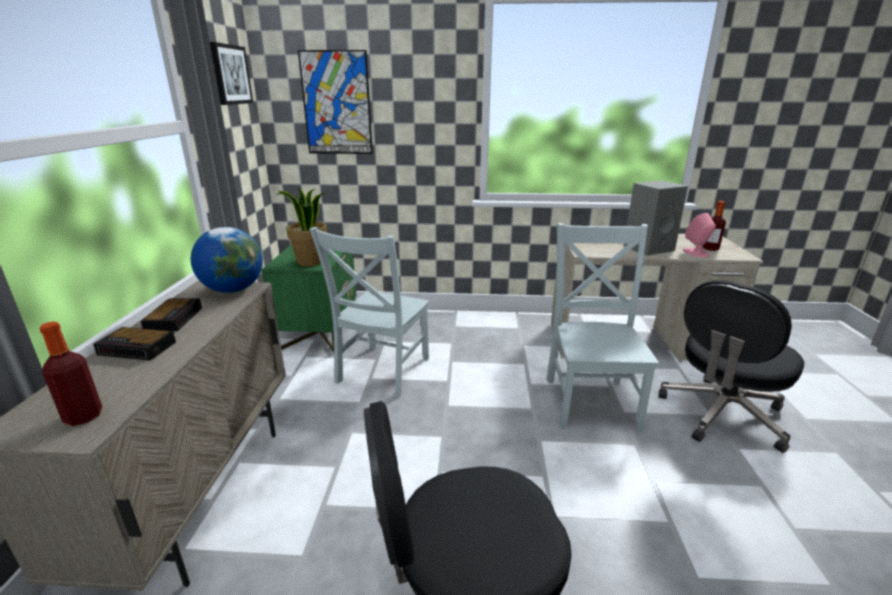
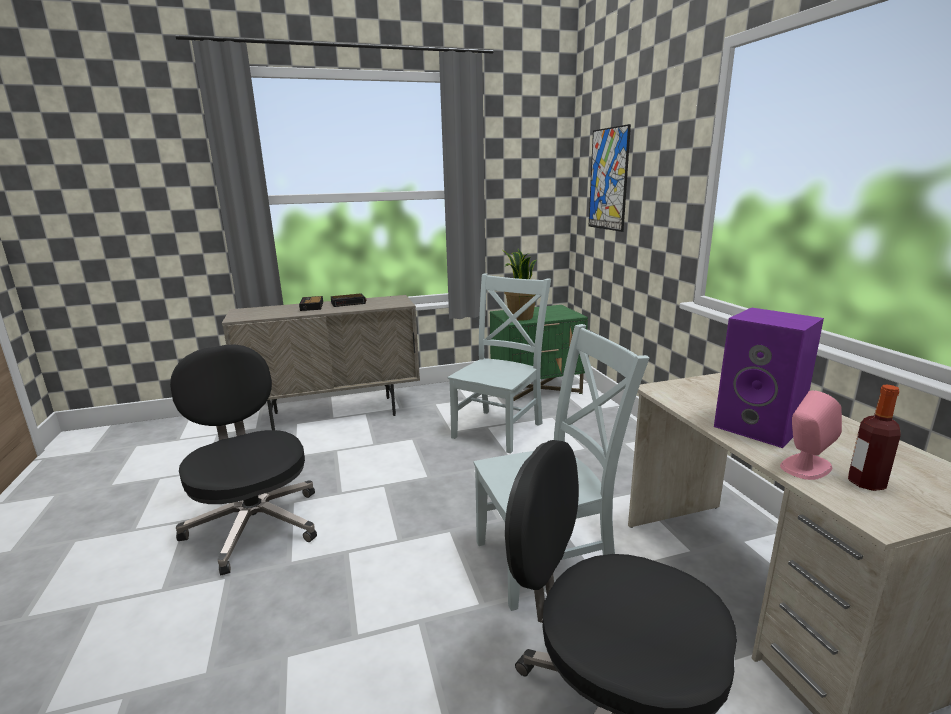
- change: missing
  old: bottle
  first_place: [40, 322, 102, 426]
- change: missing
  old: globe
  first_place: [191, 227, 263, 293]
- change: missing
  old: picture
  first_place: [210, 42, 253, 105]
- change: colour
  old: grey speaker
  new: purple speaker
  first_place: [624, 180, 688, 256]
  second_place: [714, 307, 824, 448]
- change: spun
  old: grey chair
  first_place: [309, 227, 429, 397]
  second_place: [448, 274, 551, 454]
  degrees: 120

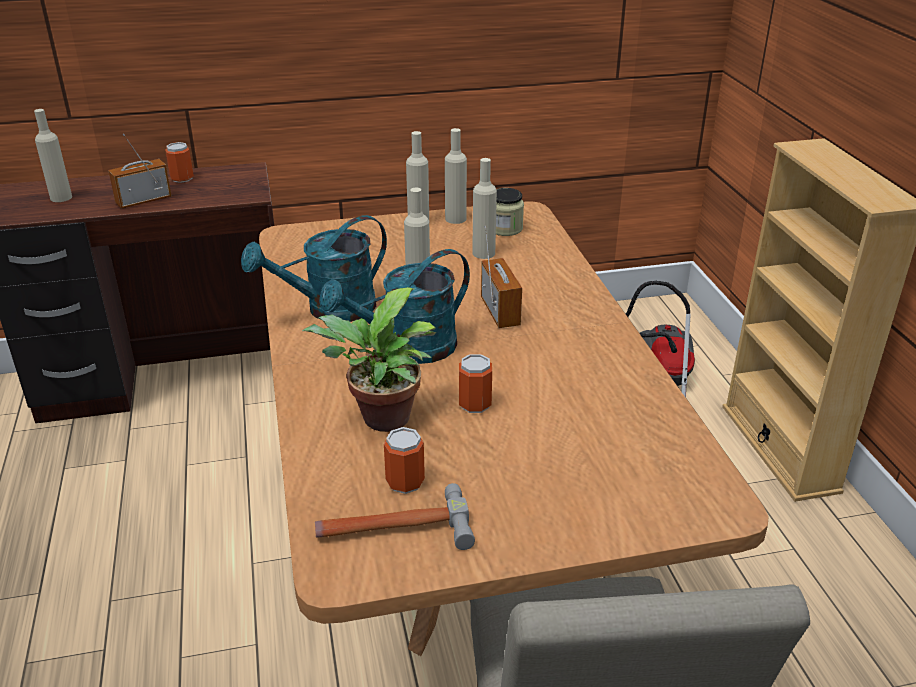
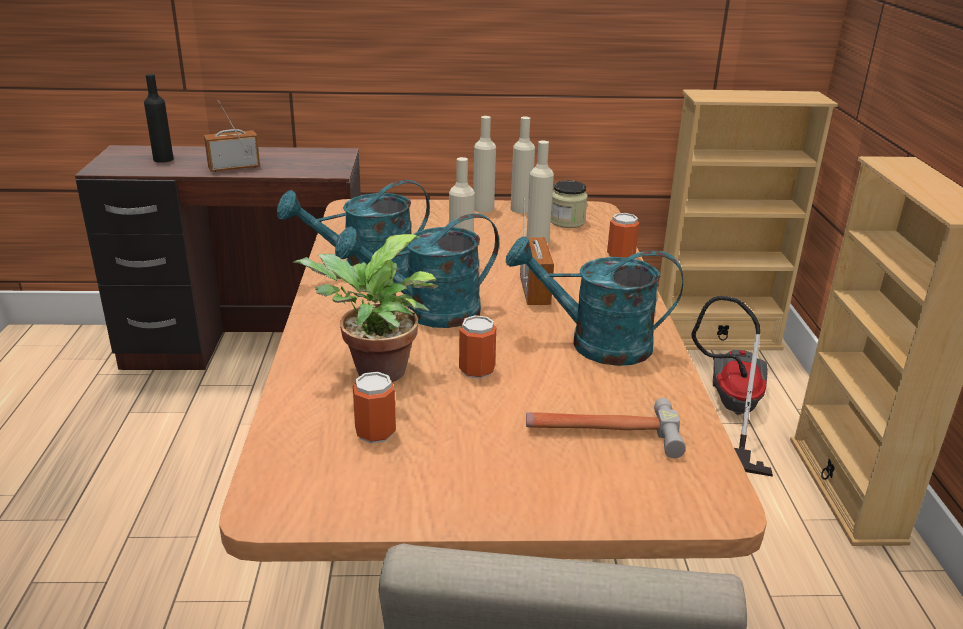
- change: appeared
  new: turquoise watering can
  second_place: [506, 236, 683, 366]
- change: appeared
  new: beige bookcase
  second_place: [658, 89, 838, 350]
- change: relocated
  old: can
  first_place: [165, 142, 194, 183]
  second_place: [607, 213, 639, 258]
- change: relocated
  old: hammer
  first_place: [315, 483, 475, 550]
  second_place: [526, 398, 686, 458]
- change: colour
  old: beige bottle
  new: black bottle
  first_place: [34, 109, 72, 202]
  second_place: [144, 74, 174, 163]

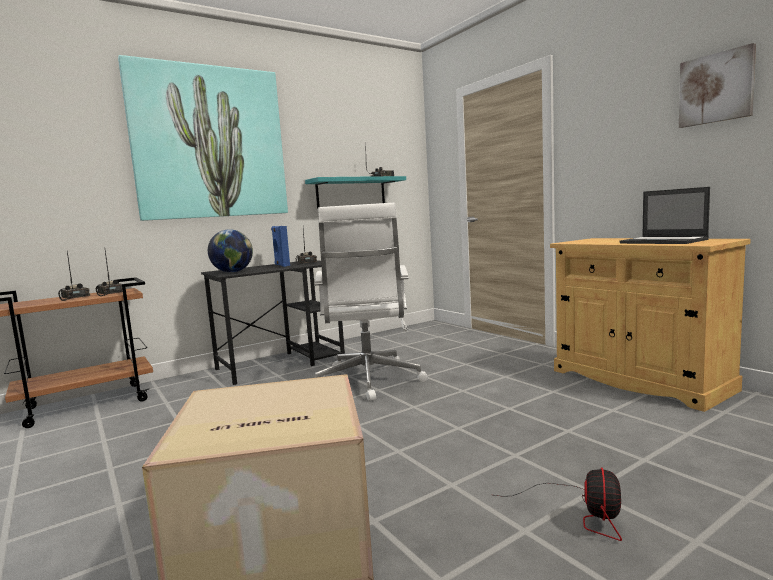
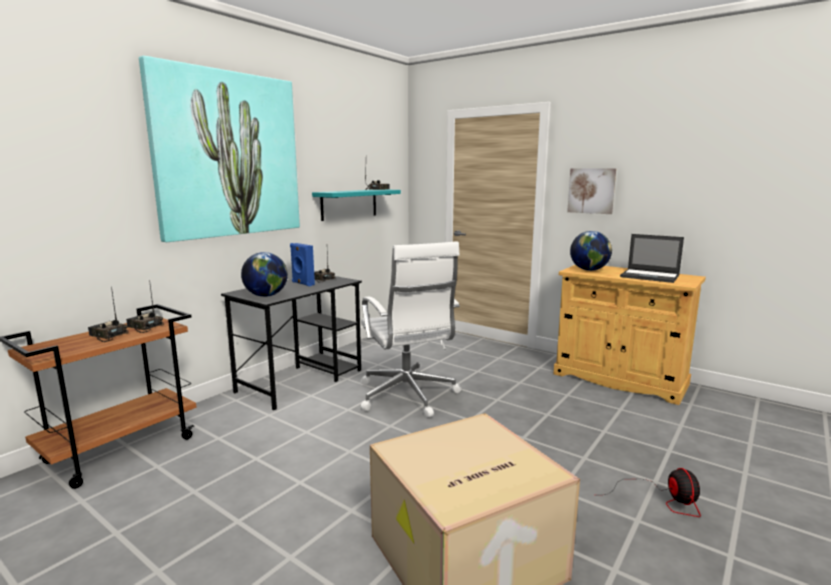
- change: appeared
  new: globe
  second_place: [570, 231, 612, 271]
- change: relocated
  old: picture
  first_place: [679, 43, 756, 128]
  second_place: [567, 168, 616, 214]

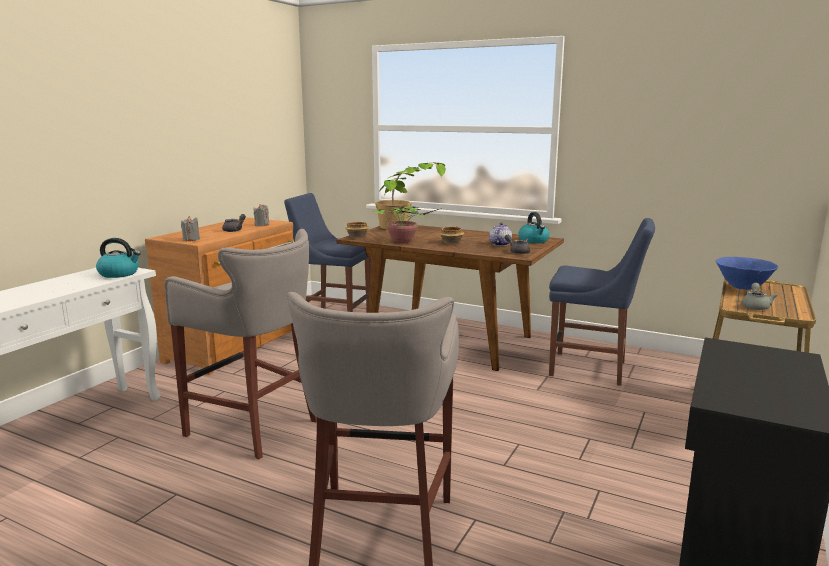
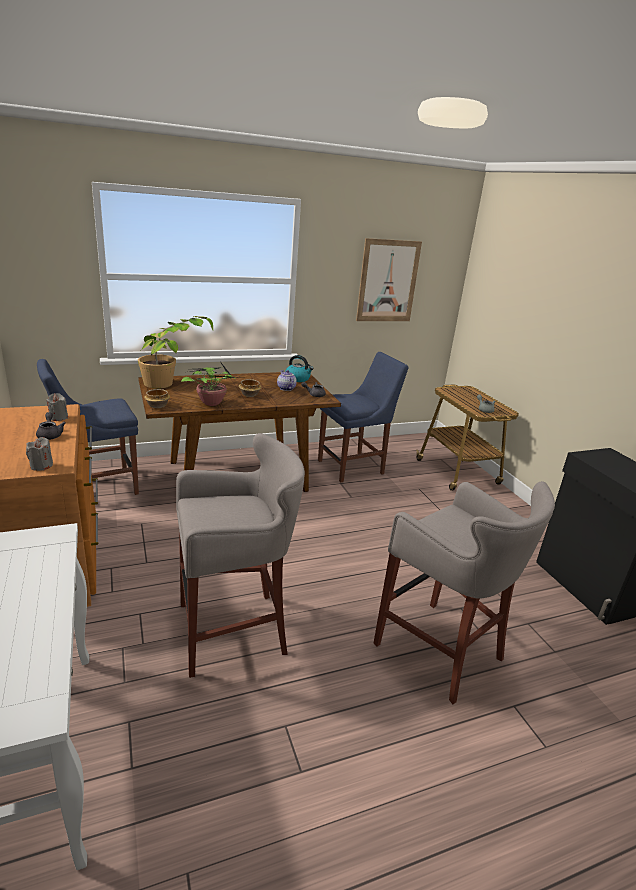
- change: missing
  old: kettle
  first_place: [96, 238, 141, 278]
- change: missing
  old: blue bowl
  first_place: [716, 257, 779, 290]
- change: appeared
  new: picture
  second_place: [356, 238, 422, 321]

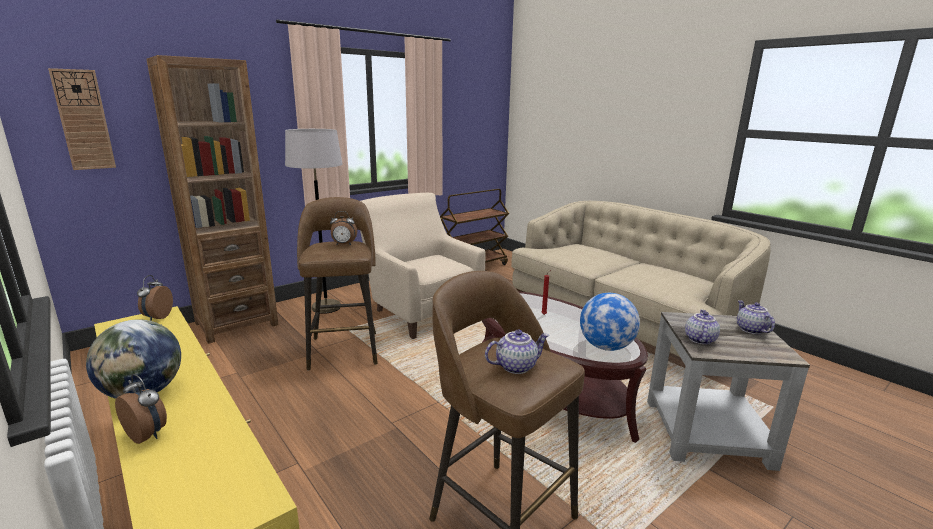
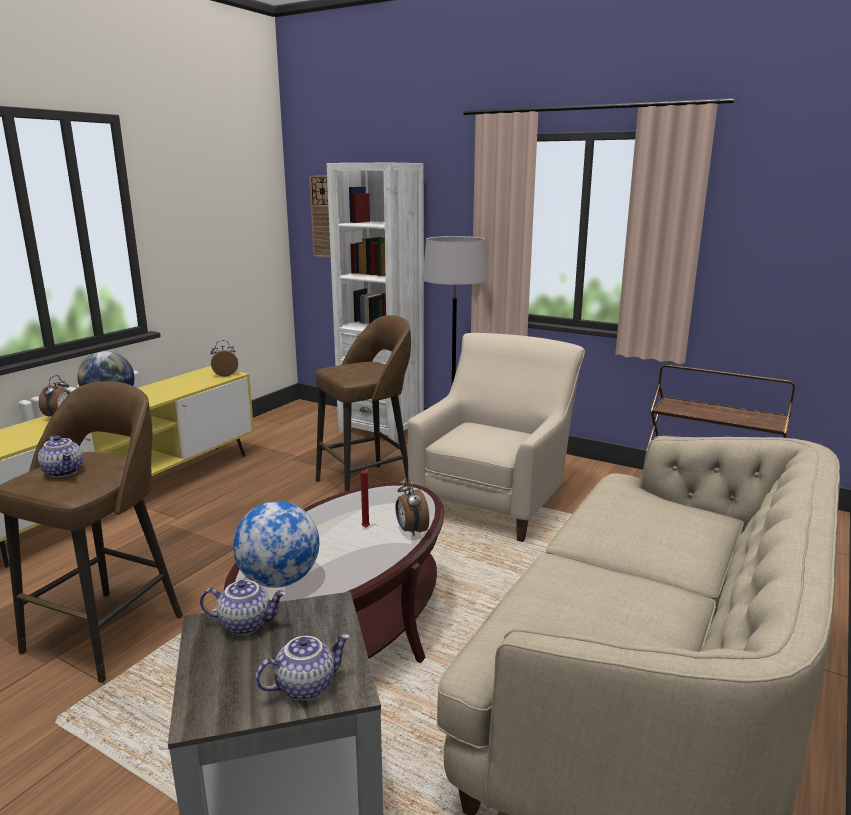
- change: relocated
  old: alarm clock
  first_place: [330, 211, 357, 245]
  second_place: [395, 478, 430, 536]
- change: colour
  old: brown bookcase
  new: white bookcase
  first_place: [146, 55, 279, 344]
  second_place: [327, 163, 424, 442]

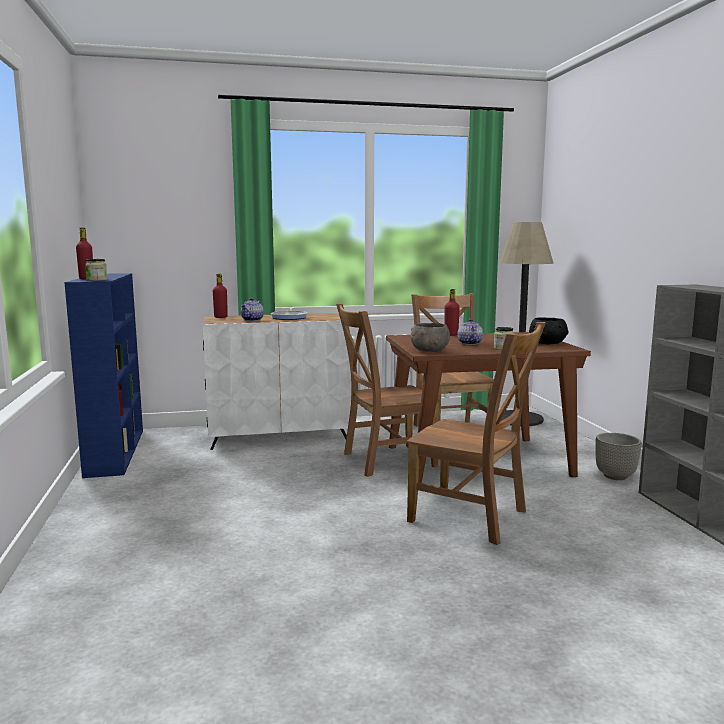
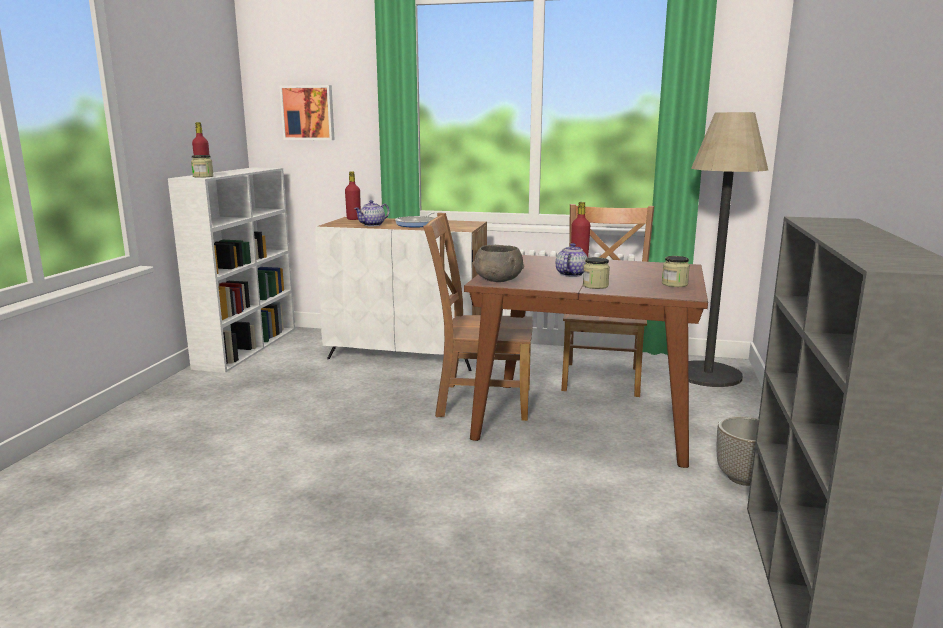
- change: missing
  old: brown chair
  first_place: [407, 322, 545, 545]
- change: appeared
  new: picture
  second_place: [279, 85, 335, 140]
- change: exchanged
  old: black bowl
  new: jar
  first_place: [529, 317, 569, 344]
  second_place: [662, 256, 690, 287]
- change: colour
  old: blue bookcase
  new: white bookcase
  first_place: [64, 273, 143, 478]
  second_place: [168, 168, 295, 373]

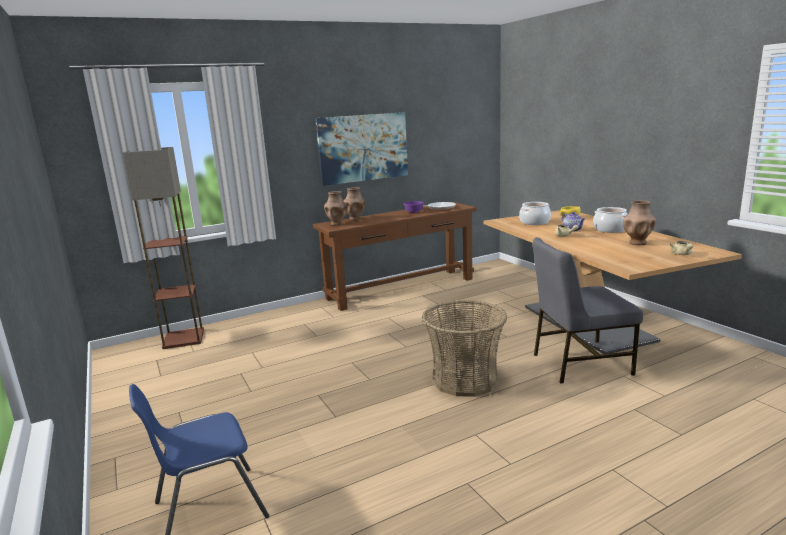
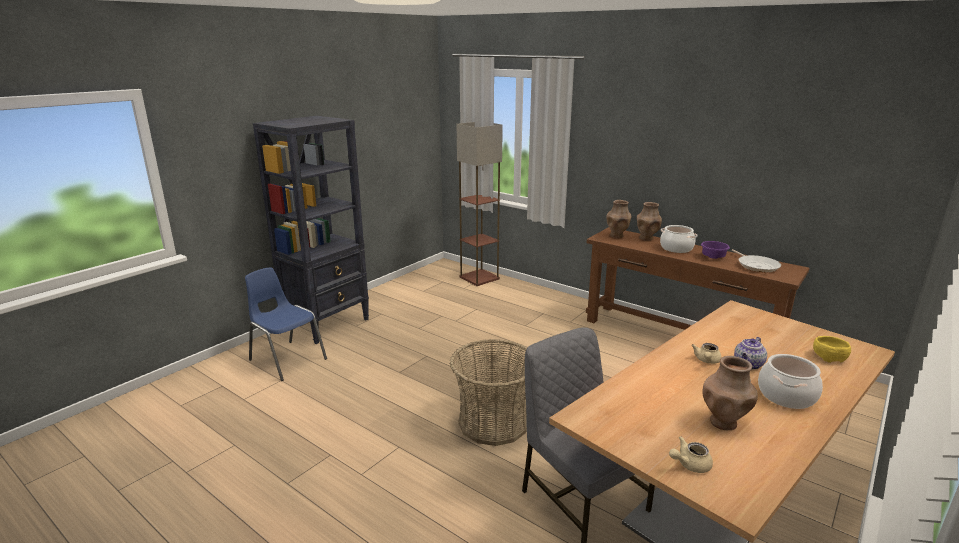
- change: missing
  old: picture
  first_place: [315, 112, 408, 186]
- change: appeared
  new: black bookcase
  second_place: [253, 116, 369, 344]
- change: relocated
  old: cooking pot
  first_place: [519, 202, 551, 225]
  second_place: [660, 225, 697, 253]

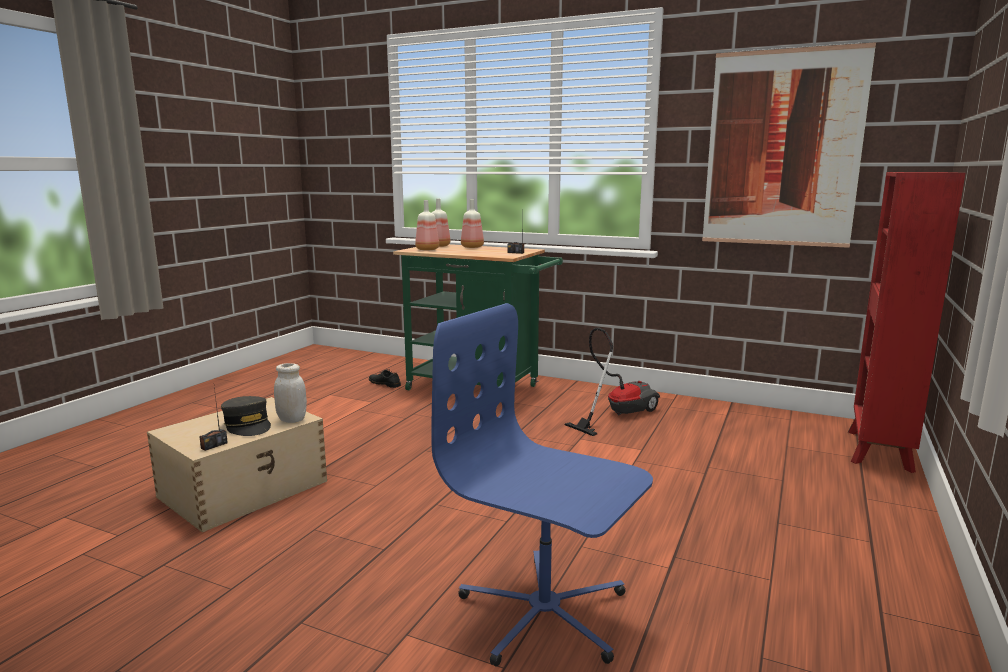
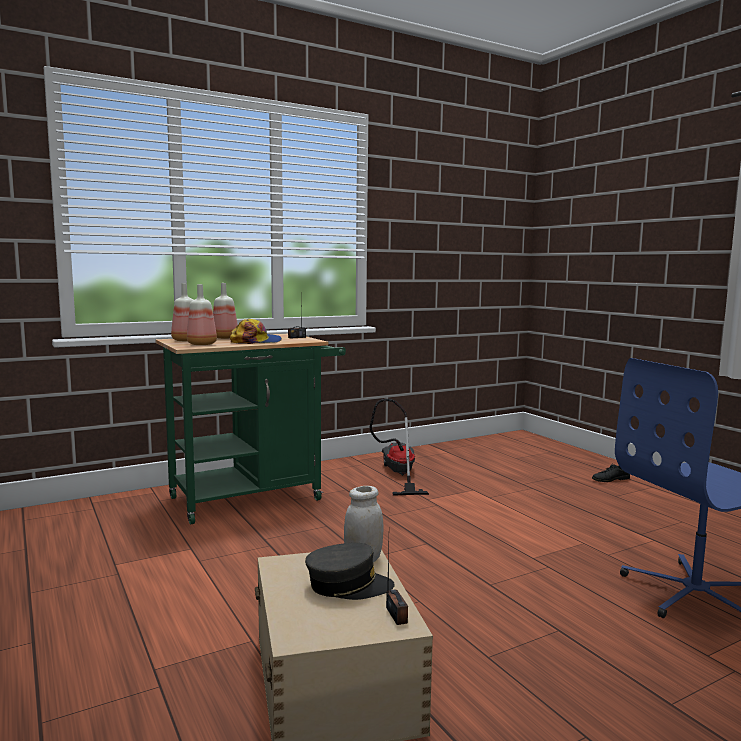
- change: missing
  old: picture
  first_place: [702, 42, 876, 248]
- change: missing
  old: red bookcase
  first_place: [848, 172, 965, 473]
- change: appeared
  new: cap
  second_place: [230, 319, 282, 344]
- change: relocated
  old: black shoe
  first_place: [369, 369, 401, 388]
  second_place: [592, 463, 630, 482]

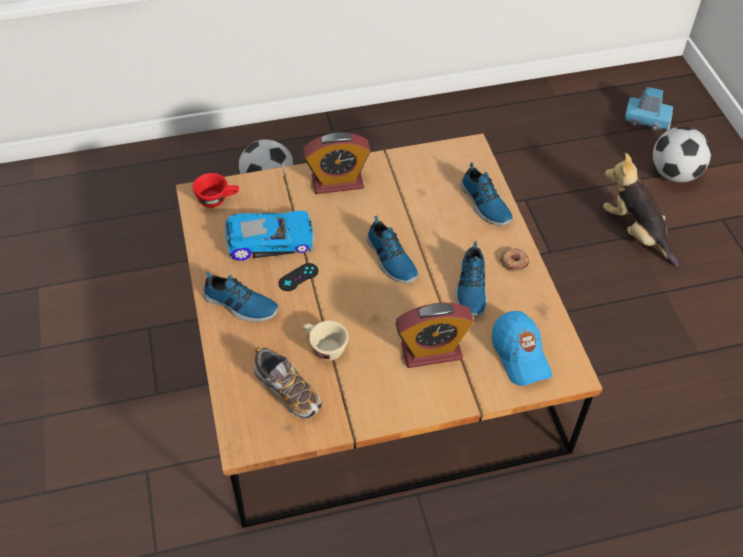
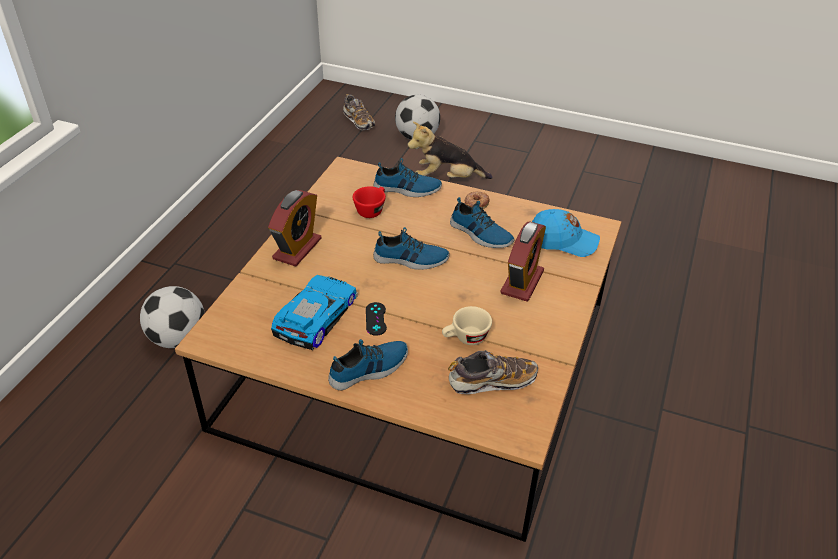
- change: relocated
  old: red cup
  first_place: [192, 173, 239, 208]
  second_place: [353, 186, 386, 218]
- change: exchanged
  old: blue toy car
  new: shoe
  first_place: [625, 87, 673, 131]
  second_place: [343, 94, 375, 131]

